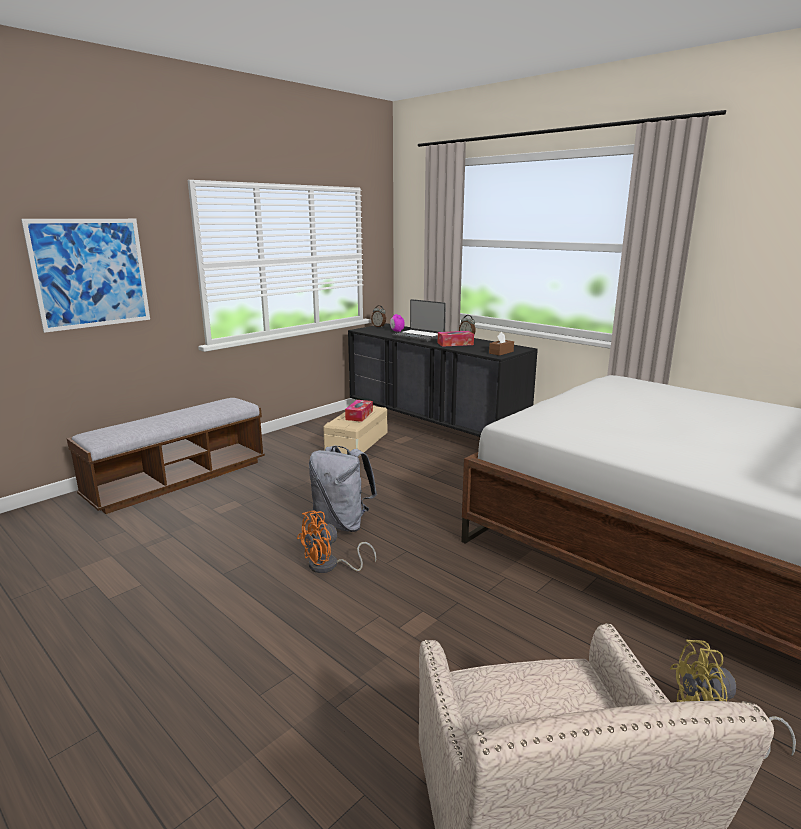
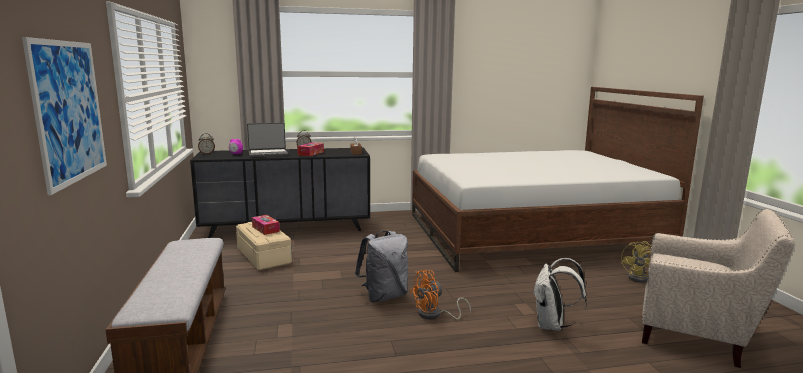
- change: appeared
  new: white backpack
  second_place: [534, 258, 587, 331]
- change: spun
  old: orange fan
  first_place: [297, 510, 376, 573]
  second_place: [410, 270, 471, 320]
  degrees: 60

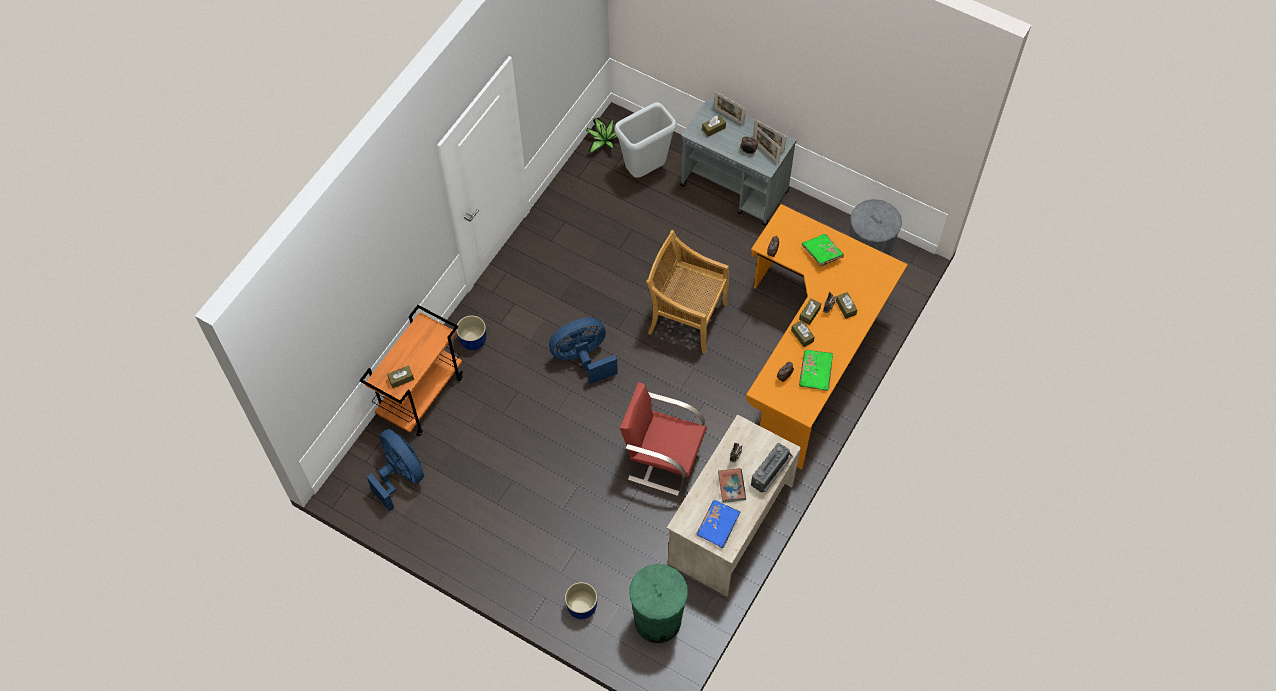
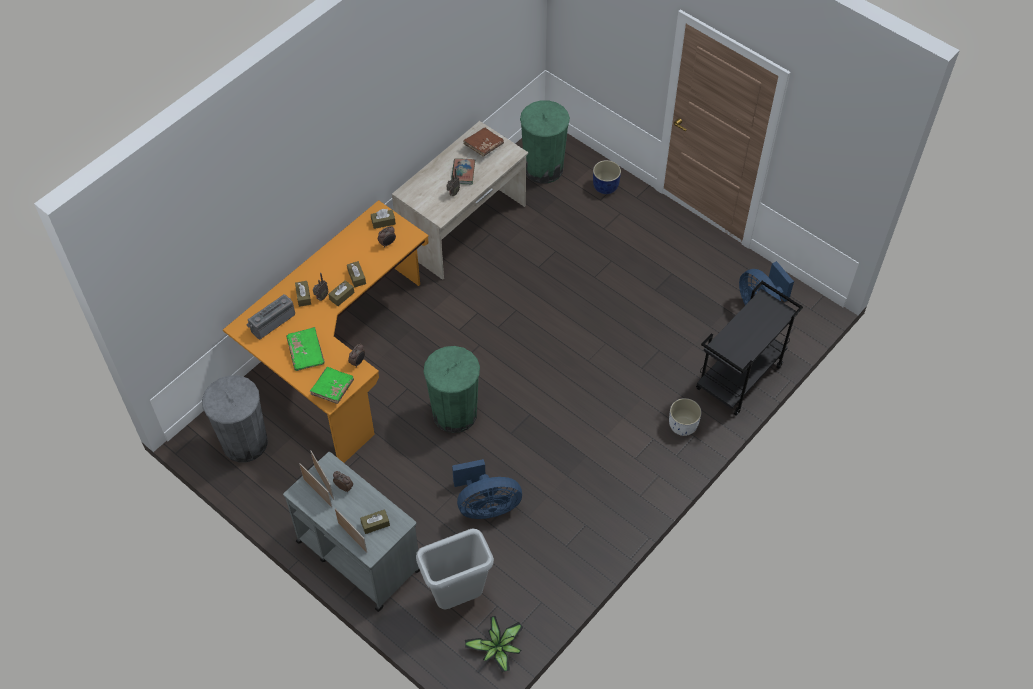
- change: missing
  old: red chair
  first_place: [620, 382, 707, 496]
- change: relocated
  old: brown tissue box
  first_place: [387, 366, 414, 388]
  second_place: [371, 209, 396, 229]
- change: relocated
  old: blue fan
  first_place: [549, 318, 618, 384]
  second_place: [452, 459, 522, 519]
- change: relocated
  old: radio
  first_place: [751, 443, 793, 493]
  second_place: [246, 294, 295, 340]
- change: relocated
  old: green book
  first_place: [799, 350, 833, 391]
  second_place: [310, 367, 354, 404]
- change: exchanged
  old: beige chair
  new: green trash can
  first_place: [646, 230, 729, 354]
  second_place: [424, 346, 480, 433]
- change: colour
  old: orange cart
  new: black cart
  first_place: [359, 305, 463, 437]
  second_place: [696, 281, 803, 416]
- change: colour
  old: blue planter
  new: white planter
  first_place: [456, 315, 487, 350]
  second_place: [669, 398, 702, 436]
- change: colour
  old: blue book
  new: brown book
  first_place: [696, 500, 740, 548]
  second_place: [463, 128, 504, 157]

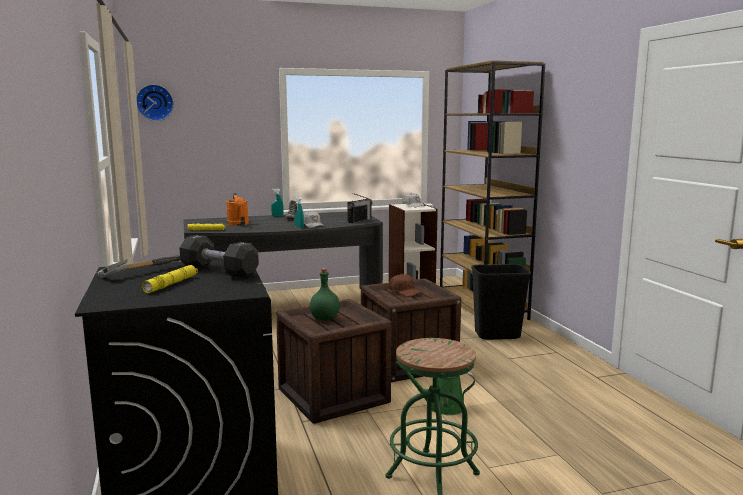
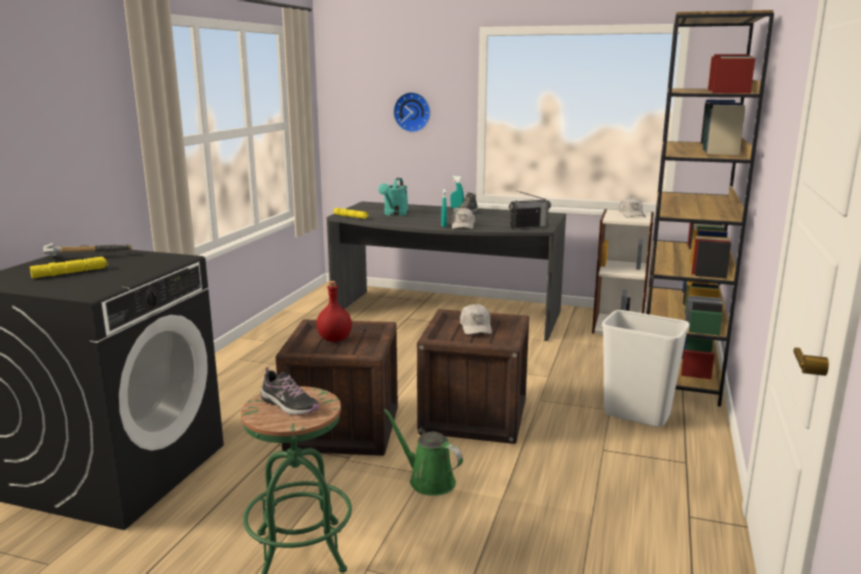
- change: missing
  old: black dumbbell
  first_place: [180, 235, 259, 279]
- change: appeared
  new: shoe
  second_place: [261, 367, 320, 415]
- change: relocated
  old: wall clock
  first_place: [136, 84, 174, 121]
  second_place: [393, 92, 431, 133]
- change: colour
  old: orange watering can
  new: turquoise watering can
  first_place: [226, 193, 249, 226]
  second_place: [378, 178, 409, 216]
- change: colour
  old: green bottle
  new: red bottle
  first_place: [310, 268, 340, 321]
  second_place: [316, 281, 352, 342]
- change: colour
  old: brown cap
  new: white cap
  first_place: [389, 274, 422, 297]
  second_place: [460, 304, 492, 335]
- change: colour
  old: black trash can
  new: white trash can
  first_place: [471, 264, 531, 340]
  second_place: [602, 310, 689, 427]

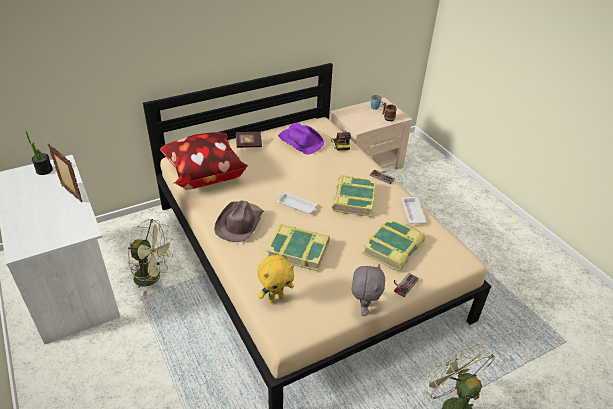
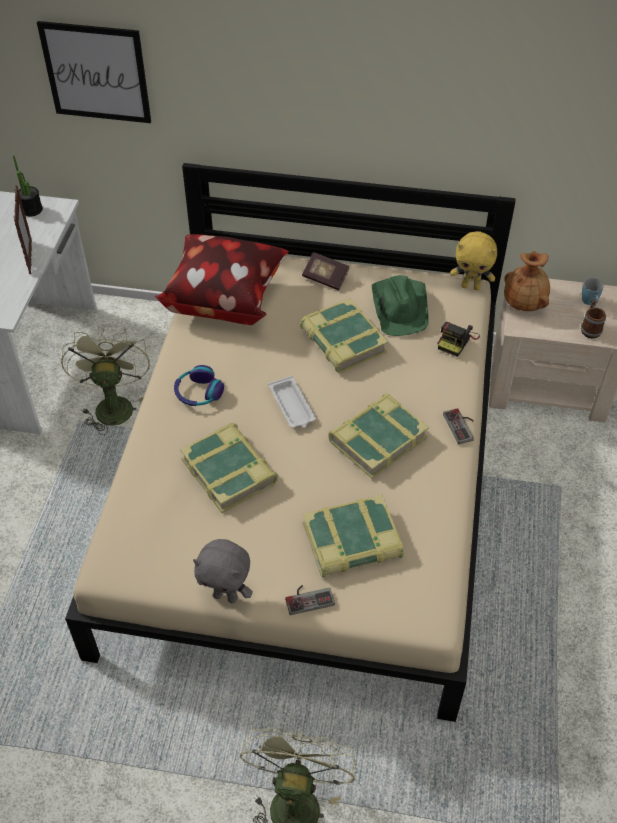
- change: missing
  old: white tray
  first_place: [401, 197, 426, 224]
- change: appeared
  new: picture
  second_place: [37, 21, 151, 123]
- change: appeared
  new: book
  second_place: [300, 298, 388, 373]
- change: appeared
  new: brown vase
  second_place: [504, 251, 550, 311]
- change: relocated
  old: yellow plush toy
  first_place: [257, 255, 294, 303]
  second_place: [450, 231, 497, 290]
- change: exchanged
  old: brown hat
  new: headphones
  first_place: [214, 200, 264, 242]
  second_place: [174, 365, 224, 406]
- change: colour
  old: purple hat
  new: green hat
  first_place: [278, 123, 324, 155]
  second_place: [372, 275, 429, 336]
- change: spun
  old: green fan
  first_place: [128, 219, 174, 296]
  second_place: [61, 326, 150, 435]
  degrees: -150
- change: spun
  old: grey plush toy
  first_place: [352, 264, 385, 316]
  second_place: [193, 539, 253, 603]
  degrees: 60

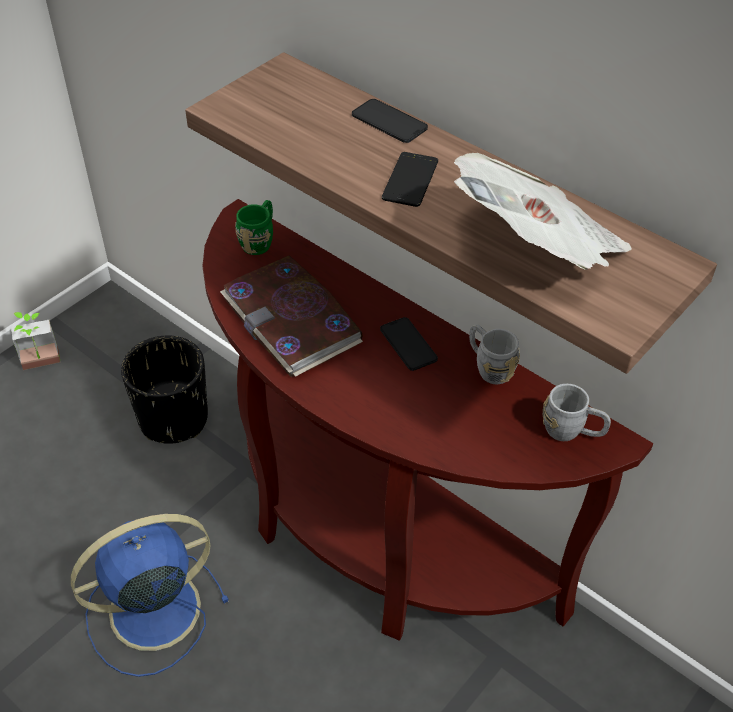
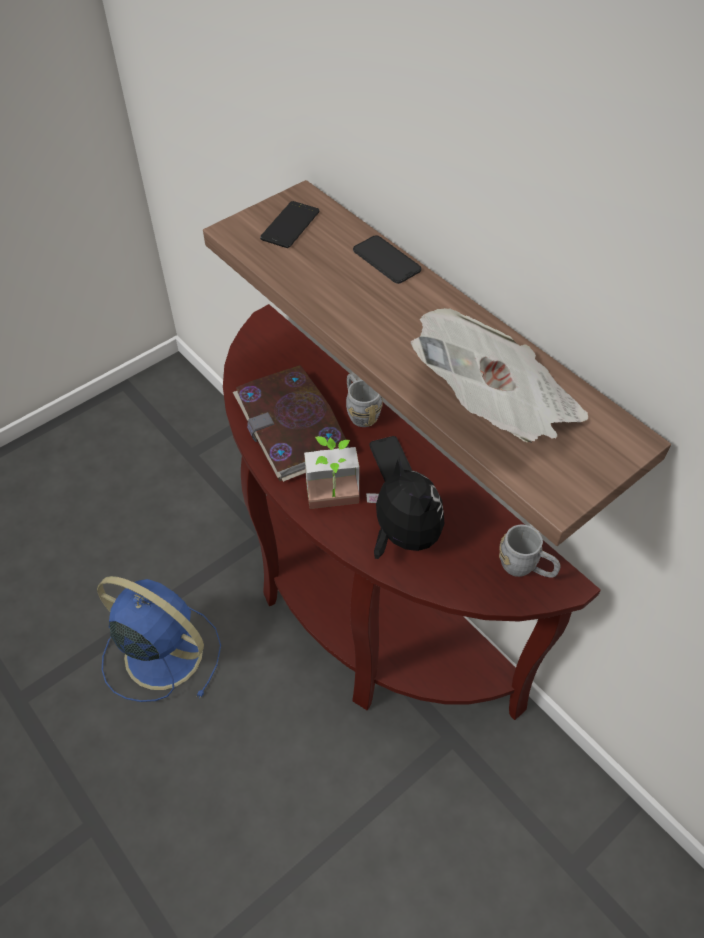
- change: missing
  old: black planter
  first_place: [121, 336, 208, 444]
- change: missing
  old: green mug
  first_place: [235, 200, 273, 255]
- change: appeared
  new: plush toy
  second_place: [366, 457, 445, 559]
- change: relocated
  old: potted plant
  first_place: [11, 312, 60, 370]
  second_place: [304, 436, 360, 509]
- change: relocated
  old: phone
  first_place: [382, 152, 438, 207]
  second_place: [260, 201, 320, 248]
- change: relocated
  old: grey mug
  first_place: [469, 324, 520, 384]
  second_place: [346, 374, 383, 427]
- change: spun
  old: blue fan
  first_place: [71, 514, 229, 677]
  second_place: [97, 576, 221, 702]
  degrees: 45

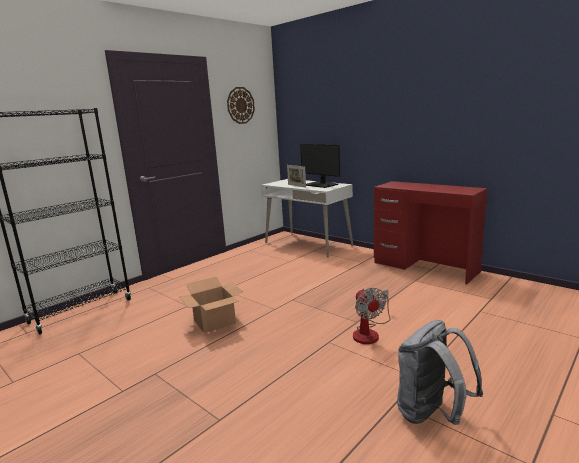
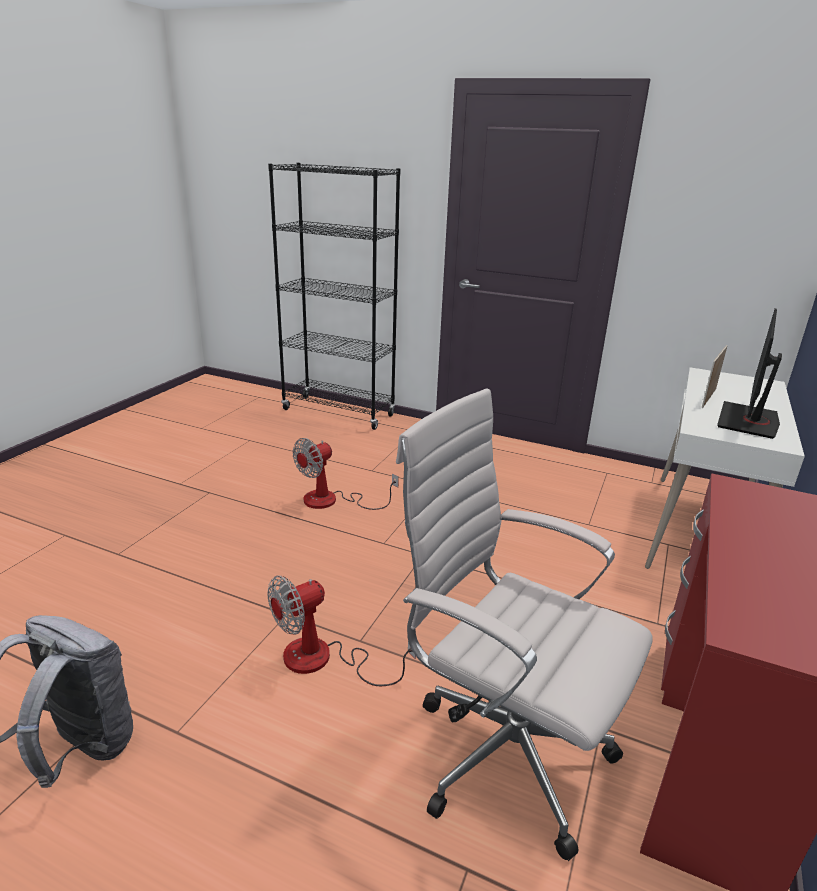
- change: missing
  old: wall clock
  first_place: [227, 87, 255, 124]
- change: appeared
  new: white office chair
  second_place: [396, 388, 653, 861]
- change: exchanged
  old: cardboard box
  new: fan
  first_place: [180, 276, 243, 333]
  second_place: [292, 438, 399, 510]

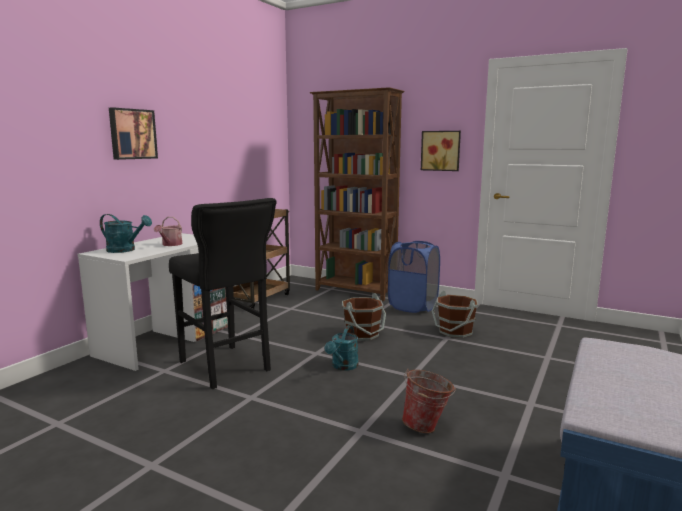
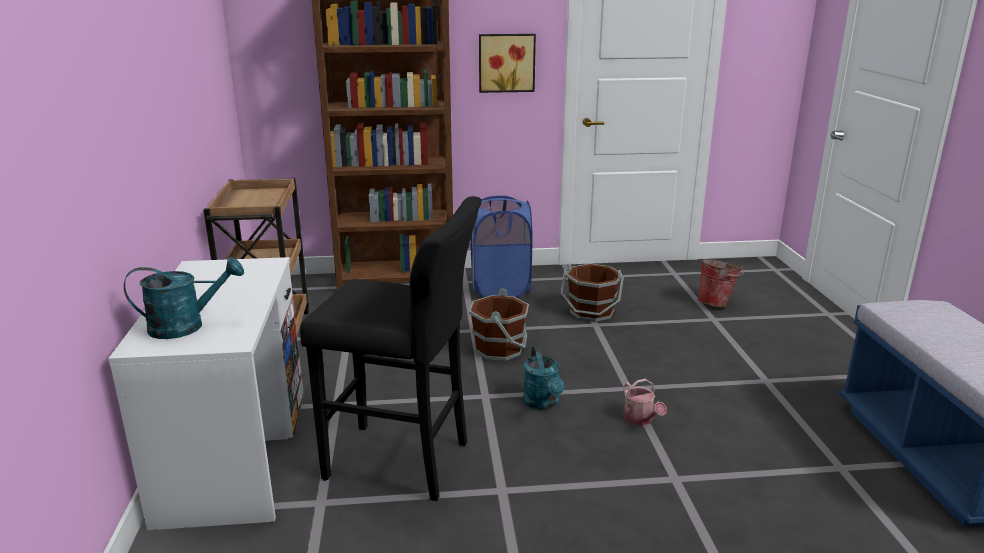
- change: missing
  old: picture
  first_place: [109, 107, 158, 160]
- change: relocated
  old: watering can
  first_place: [154, 217, 183, 246]
  second_place: [623, 379, 667, 426]
- change: relocated
  old: bucket
  first_place: [402, 369, 456, 433]
  second_place: [698, 259, 744, 307]

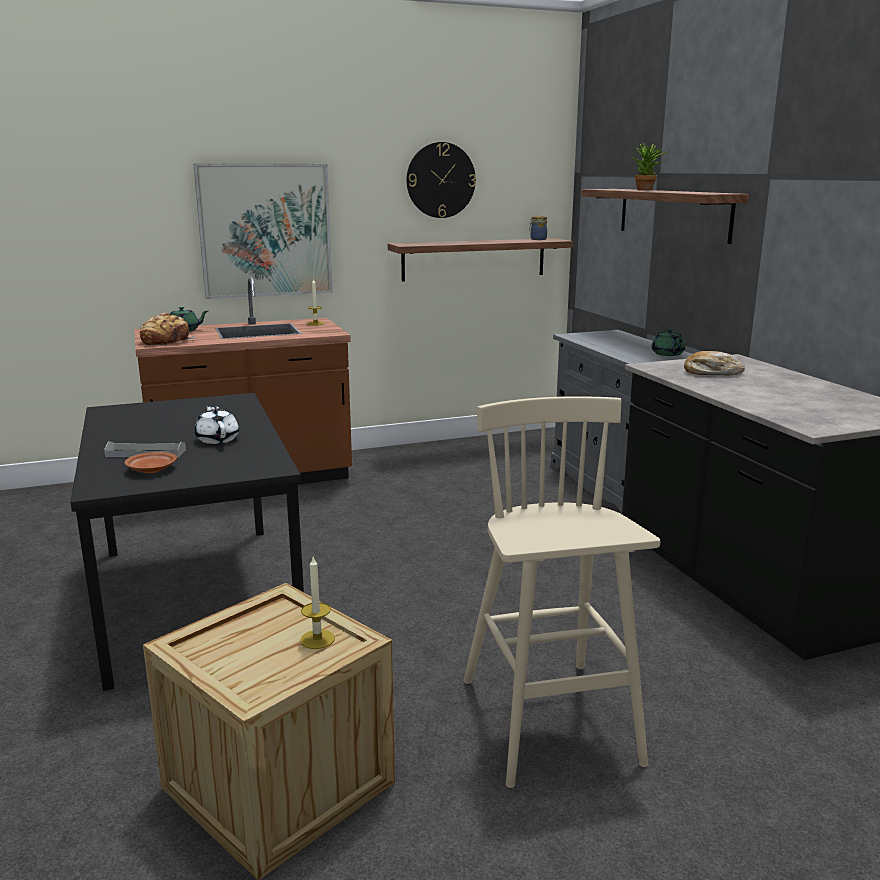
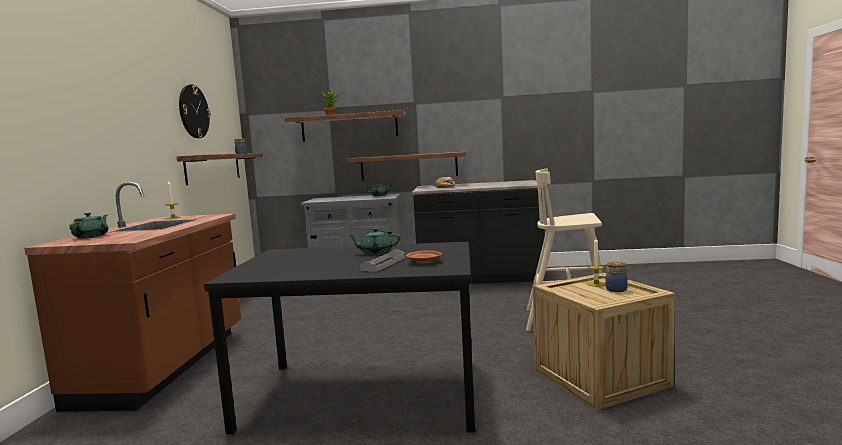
- change: missing
  old: bread
  first_place: [140, 313, 196, 346]
- change: missing
  old: picture
  first_place: [193, 164, 333, 299]
- change: appeared
  new: shelf
  second_place: [347, 152, 466, 181]
- change: appeared
  new: jar
  second_place: [605, 261, 627, 292]
- change: colour
  old: white teapot
  new: green teapot
  first_place: [194, 405, 239, 444]
  second_place: [348, 228, 400, 255]

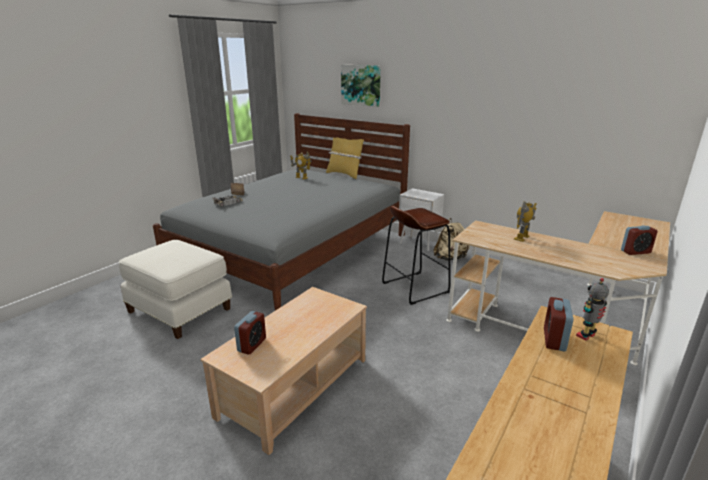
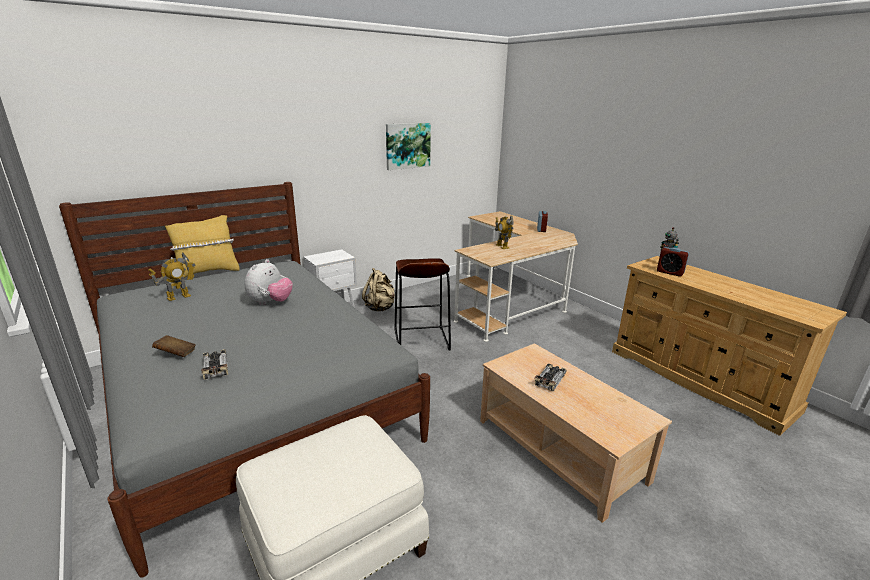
- change: missing
  old: alarm clock
  first_place: [234, 311, 266, 355]
- change: appeared
  new: plush toy
  second_place: [244, 259, 293, 305]
- change: appeared
  new: toy car
  second_place: [534, 363, 567, 391]
- change: relocated
  old: picture
  first_place: [341, 65, 381, 107]
  second_place: [386, 123, 431, 170]

